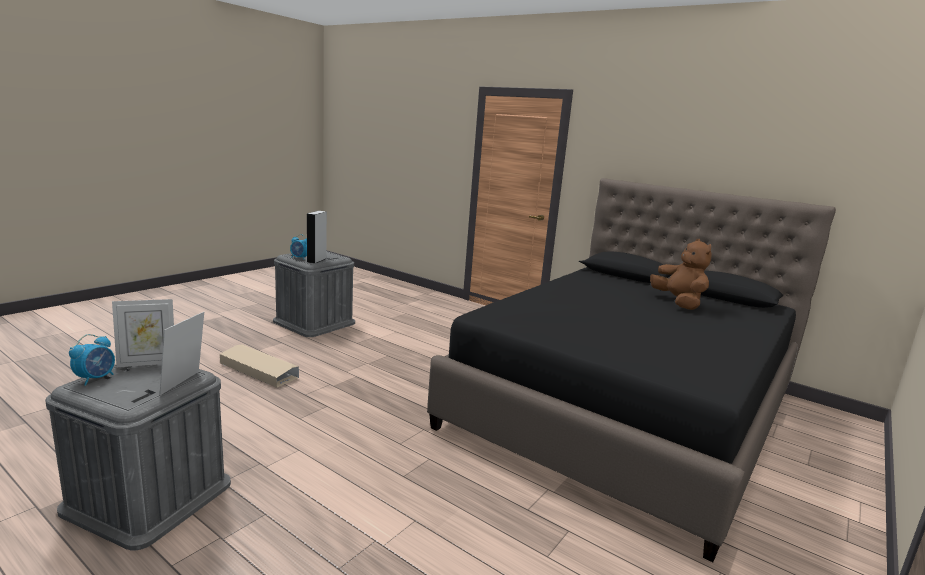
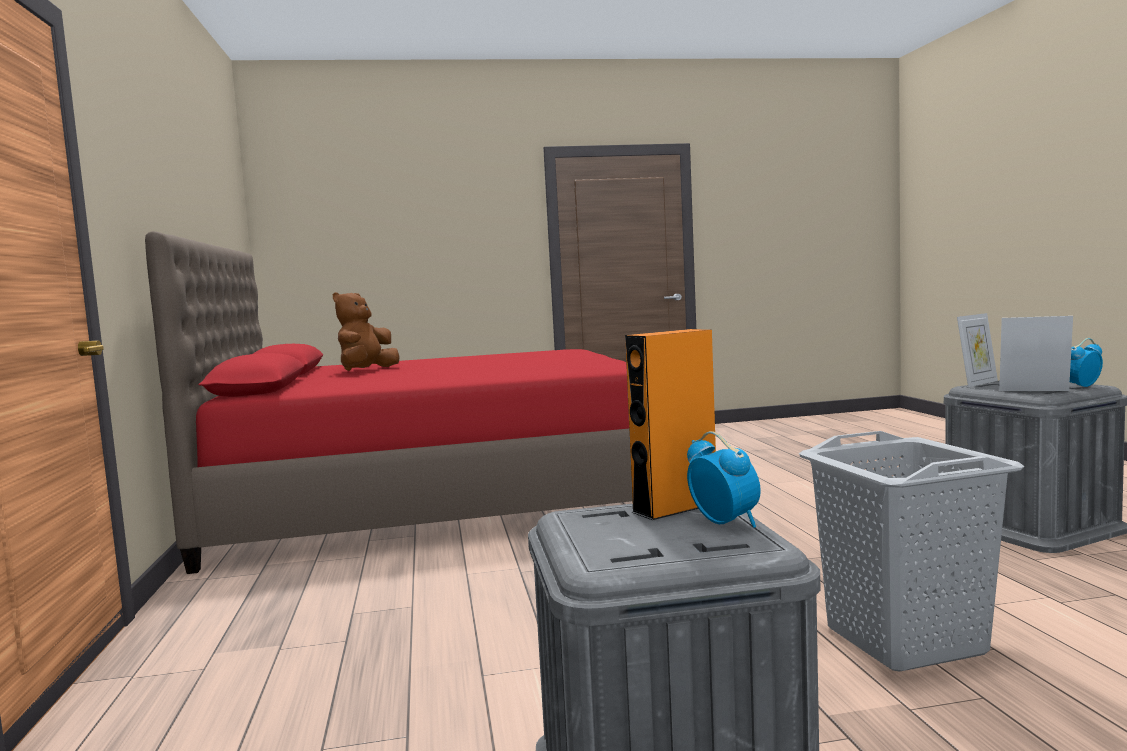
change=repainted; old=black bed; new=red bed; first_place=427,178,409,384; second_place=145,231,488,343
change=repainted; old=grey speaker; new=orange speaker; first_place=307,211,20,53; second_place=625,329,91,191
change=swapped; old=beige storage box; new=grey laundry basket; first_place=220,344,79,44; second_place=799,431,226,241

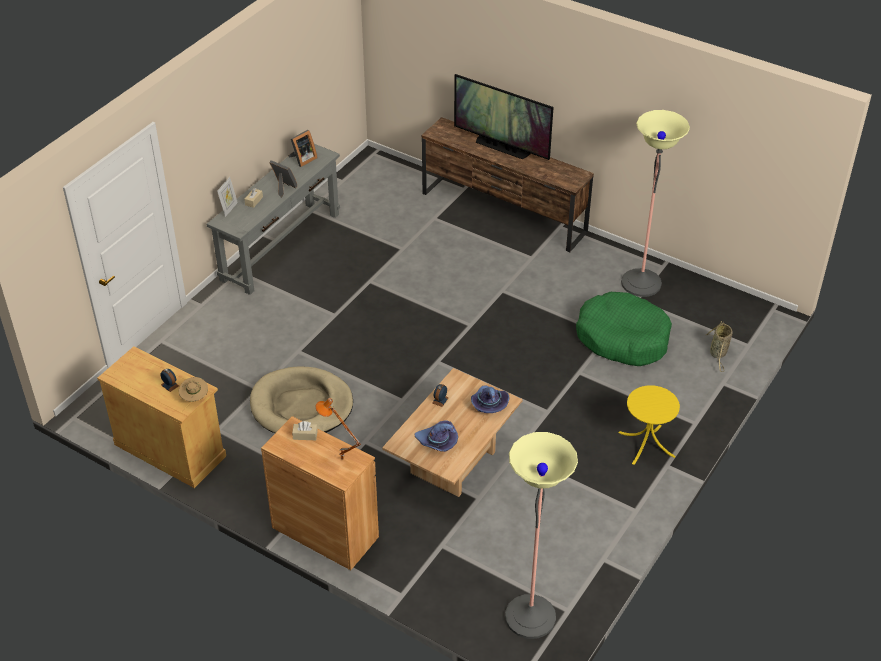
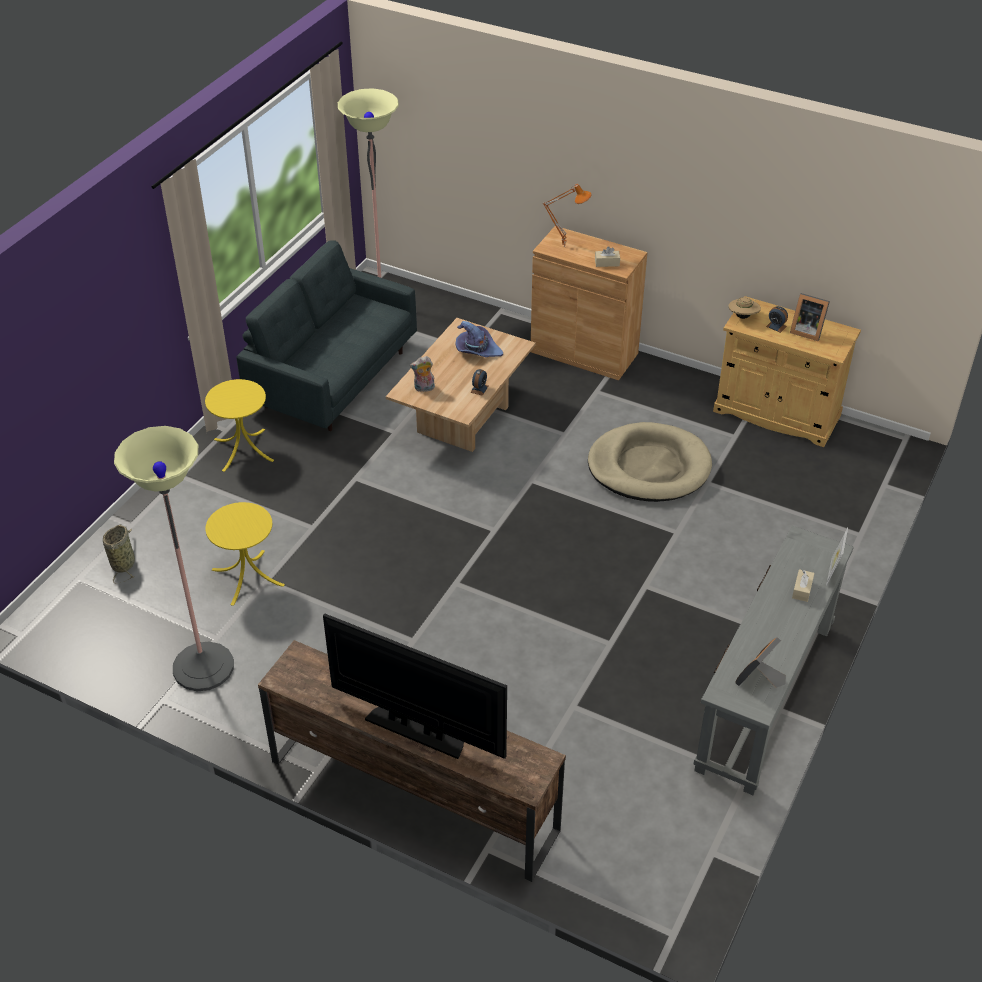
change=swapped; old=green dog bed; new=yellow side table; first_place=576,292,96,74; second_place=205,502,80,104
change=new; new=grey sofa; second_place=236,240,181,191
change=swapped; old=purple hat; new=plush toy; first_place=471,385,39,28; second_place=410,356,25,36
change=shifted; old=picture frame; first_place=269,160,28,38; second_place=790,293,40,48

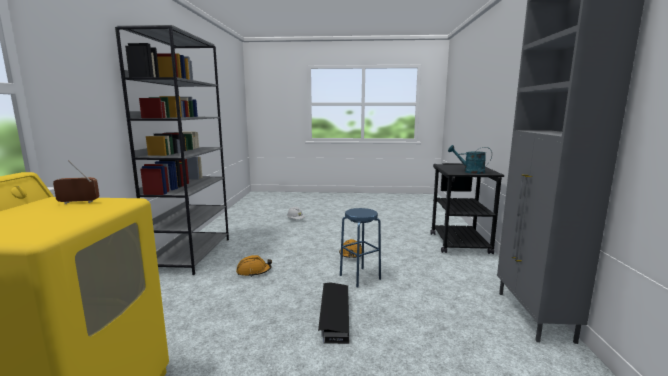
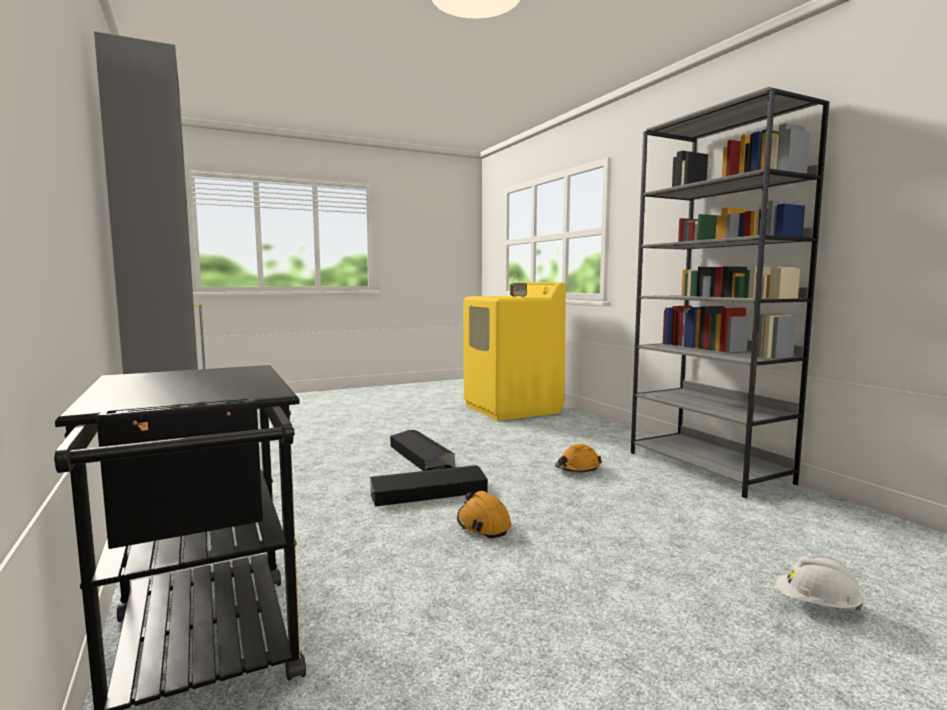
change=swapped; old=blue stool; new=black storage box; first_place=340,208,41,79; second_place=370,465,118,42
change=gone; old=turquoise watering can; first_place=448,145,44,29

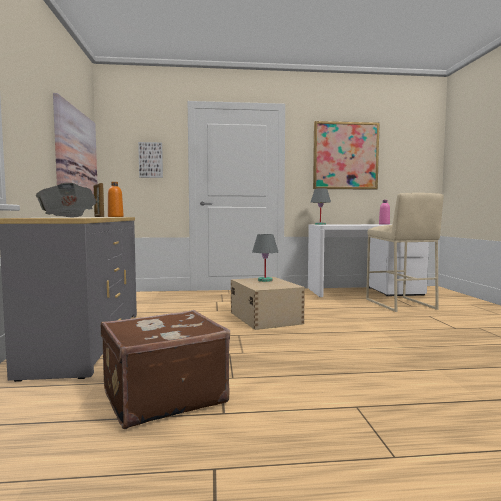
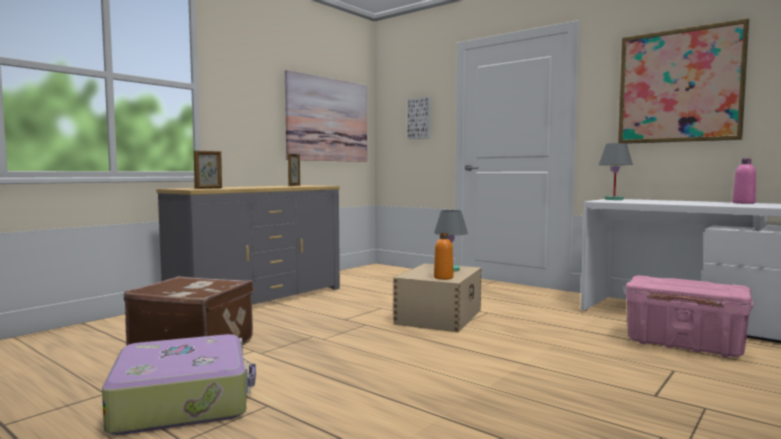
change=new; new=suitcase; second_place=102,334,154,101
change=swapped; old=newspaper; new=picture frame; first_place=36,183,61,34; second_place=194,151,28,38
change=shifted; old=orange bottle; first_place=108,182,16,35; second_place=434,233,19,47
change=swapped; old=beige stool; new=pink storage box; first_place=366,193,77,119; second_place=625,276,128,82

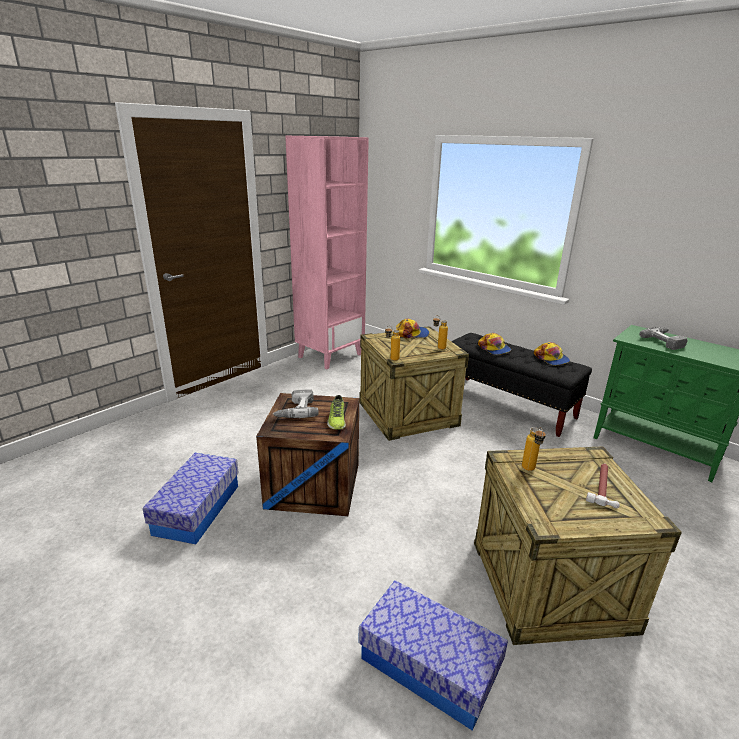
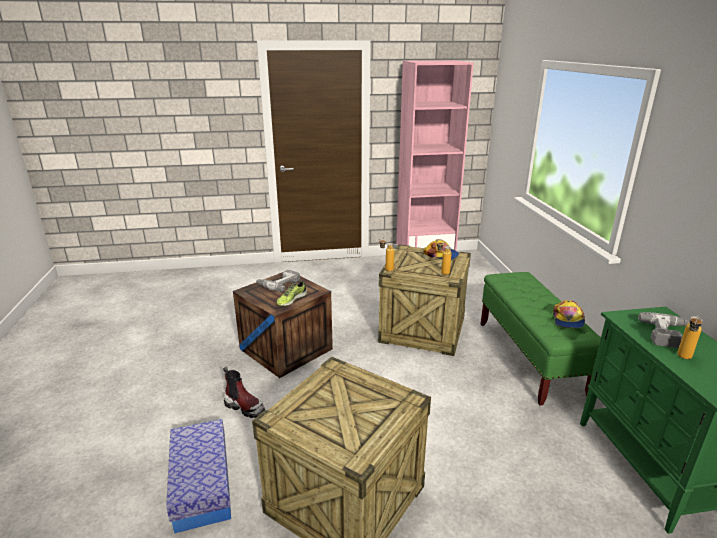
change=new; new=boot; second_place=223,366,42,52
change=repainted; old=black bench; new=green bench; first_place=451,333,141,104; second_place=481,272,120,133
change=shifted; old=bottle; first_place=522,427,24,44; second_place=677,316,26,43
change=gone; old=storage box; first_place=142,453,97,91
change=gone; old=cap; first_place=478,333,33,22
change=gone; old=hammer; first_place=586,464,34,44

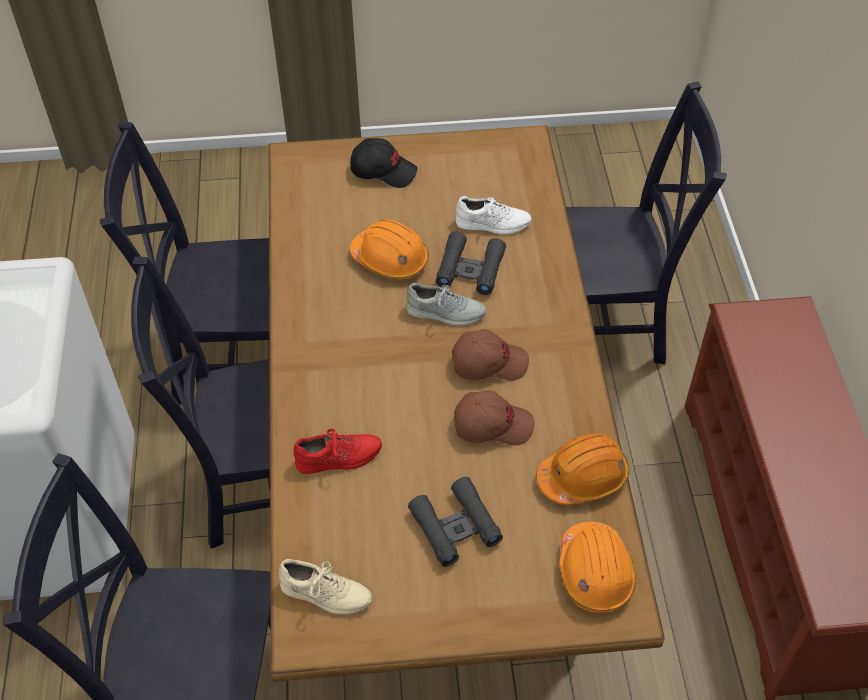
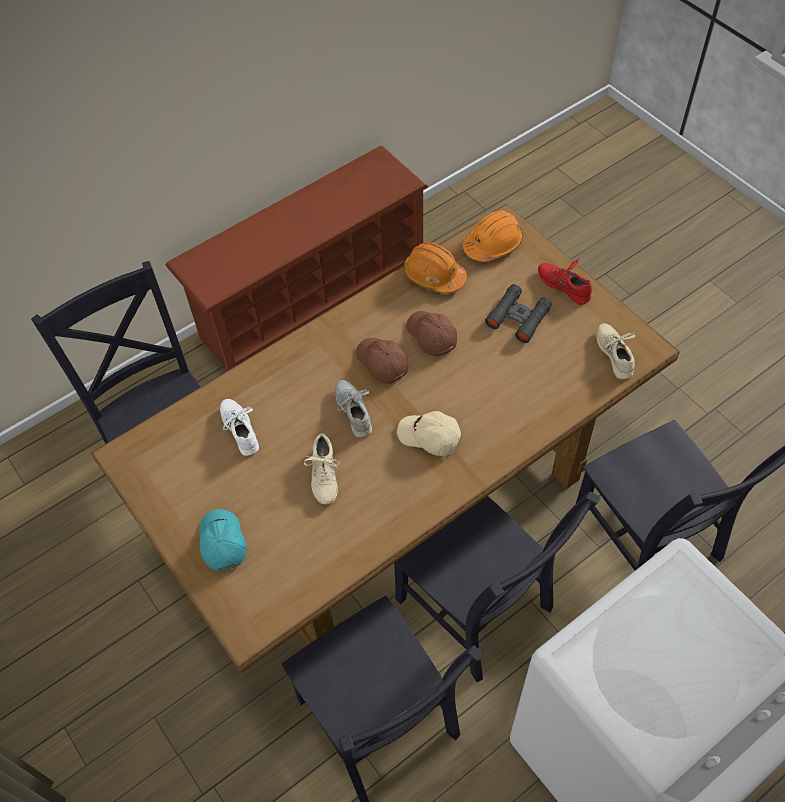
change=repainted; old=black cap; new=turquoise cap; first_place=350,138,68,50; second_place=199,509,48,62
change=swapped; old=orange hard hat; new=beige shoe; first_place=350,220,79,59; second_place=304,434,36,70
change=new; new=beige cap; second_place=397,411,64,45
change=shifted; old=red shoe; first_place=293,429,89,45; second_place=538,258,54,47
change=gone; old=black binoculars; first_place=436,231,70,64

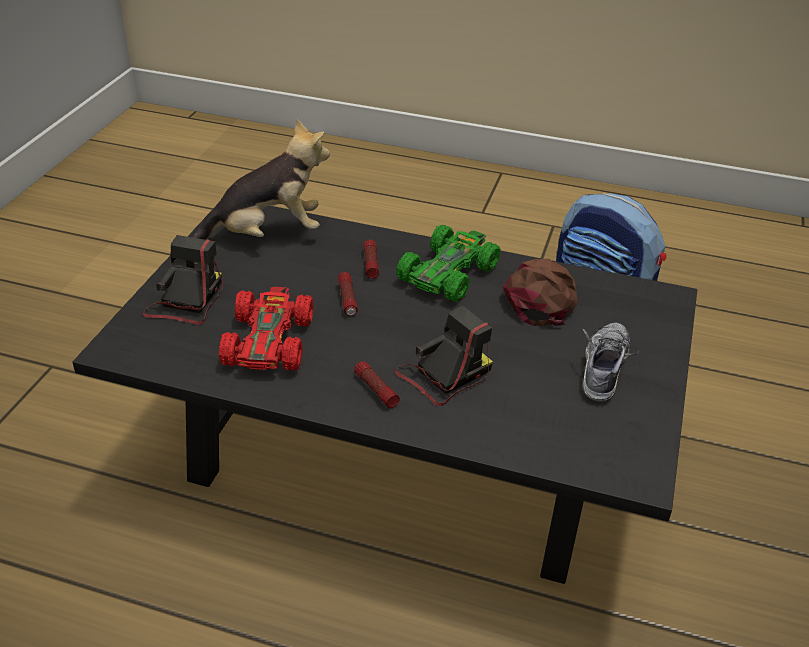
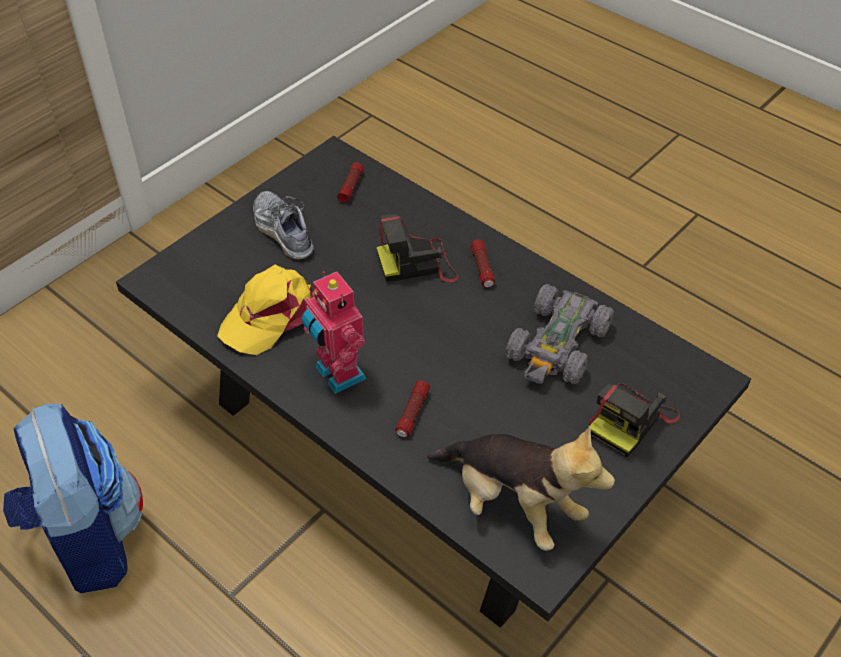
change=repainted; old=brown cap; new=yellow cap; first_place=503,259,75,67; second_place=217,264,96,91
change=rotated; old=shoe; first_place=582,323,57,78; second_place=253,191,60,69; degrees=105
change=swapped; old=green toy car; new=toy robot; first_place=396,225,105,77; second_place=302,271,64,123
change=shifted; old=flashlight; first_place=338,272,20,44; second_place=337,162,27,41
change=rotated; old=plush toy; first_place=193,119,137,121; second_place=427,425,188,126; degrees=-150
change=repainted; old=red toy car; new=grey toy car; first_place=219,287,94,84; second_place=505,284,109,100

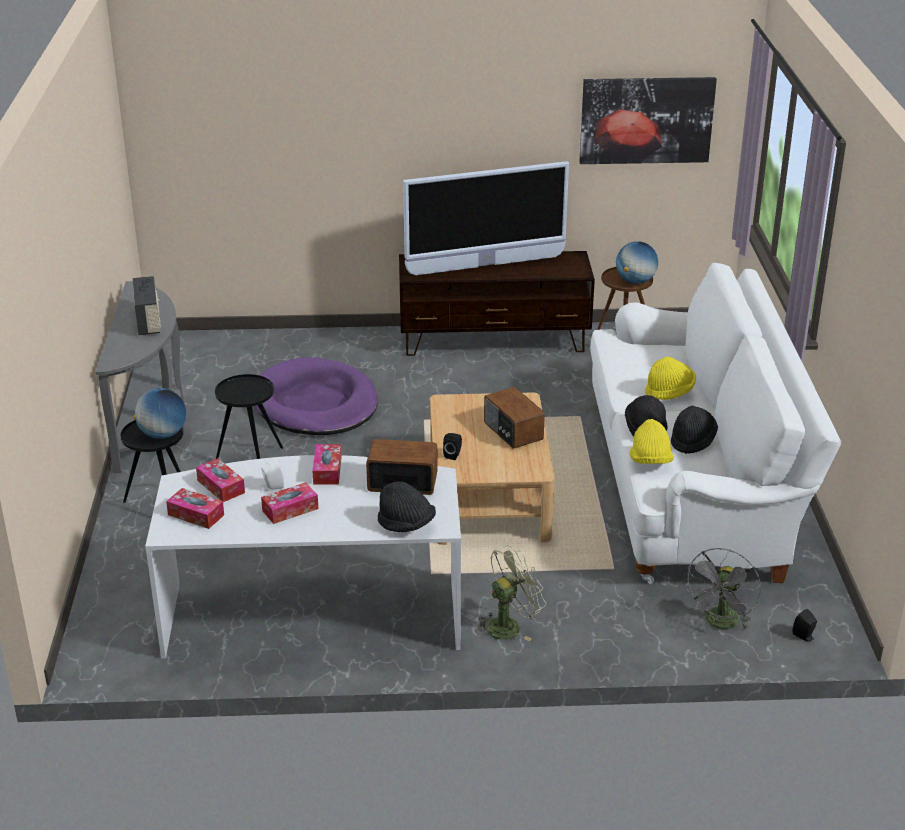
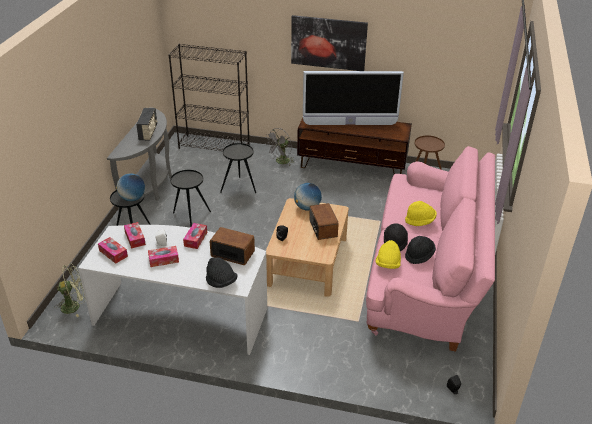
change=shifted; old=green fan; first_place=475,545,71,96; second_place=55,264,30,53
change=new; new=black bookcase; second_place=168,44,82,107
change=swapped; old=purple dog bed; new=black side table; first_place=254,357,124,78; second_place=220,143,36,50
change=shifted; old=grey fan; first_place=684,548,77,82; second_place=265,128,29,38
change=shifted; old=picture; first_place=579,77,138,87; second_place=291,15,77,56
change=shifted; old=globe; first_place=616,241,42,43; second_place=294,183,28,28
change=repainted; old=white sofa; new=pink sofa; first_place=590,263,252,321; second_place=366,146,129,205

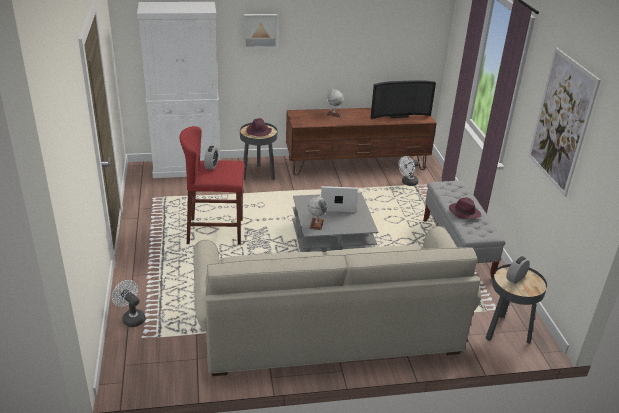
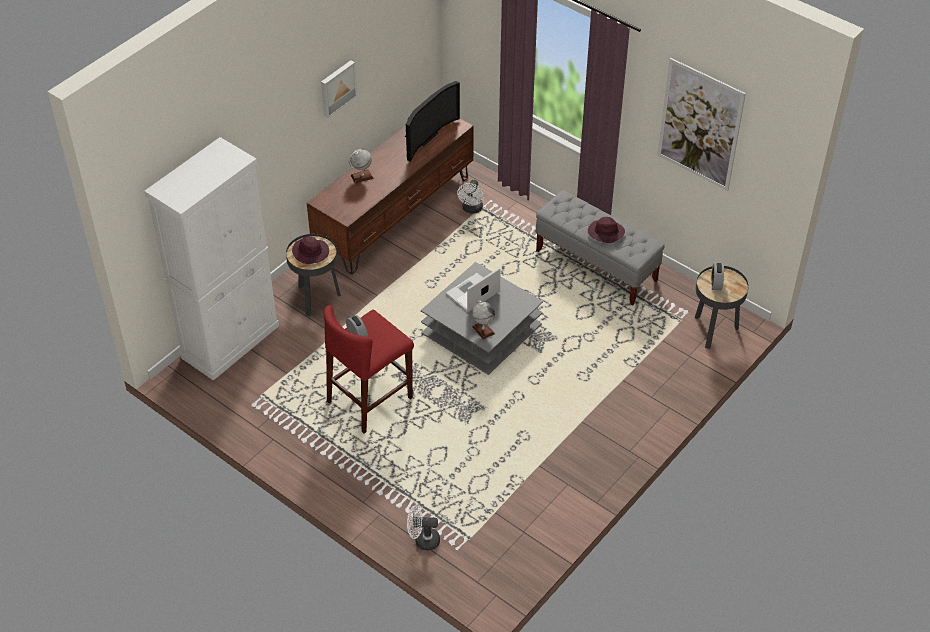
change=shifted; old=picture; first_place=244,14,34,34; second_place=321,60,36,58
change=gone; old=beige sofa; first_place=194,226,287,150

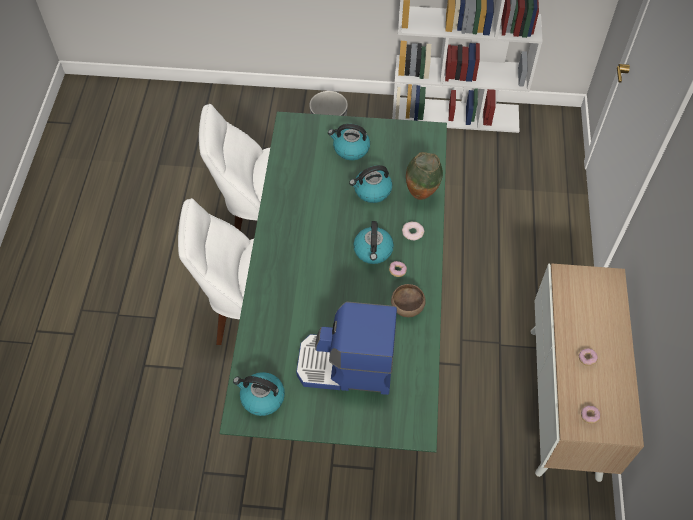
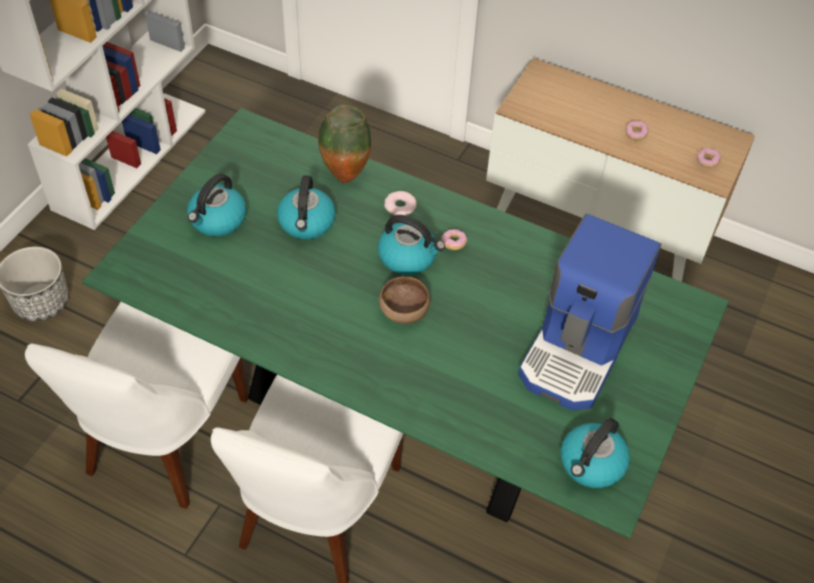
change=shifted; old=brown bowl; first_place=391,284,35,33; second_place=379,276,51,48

